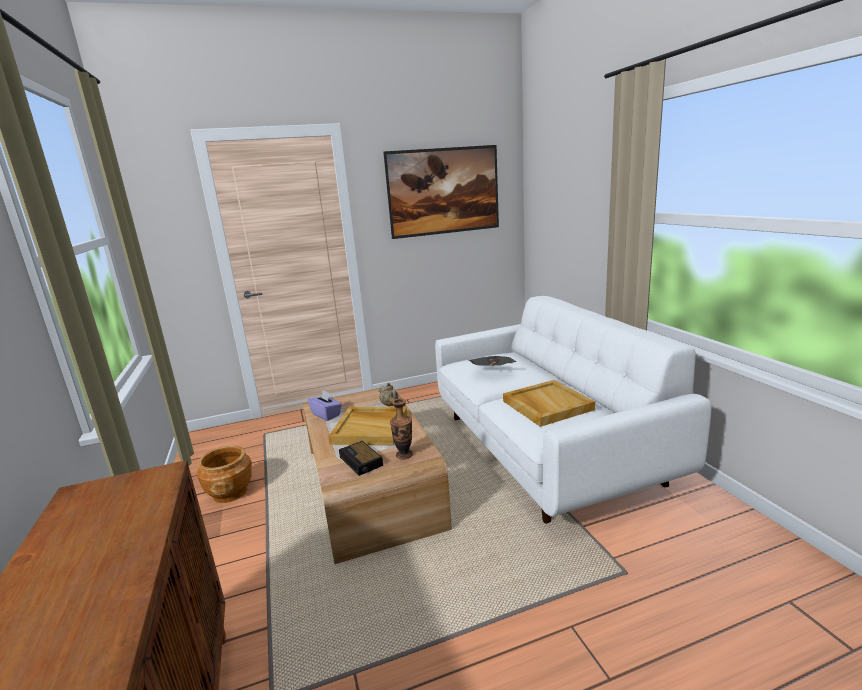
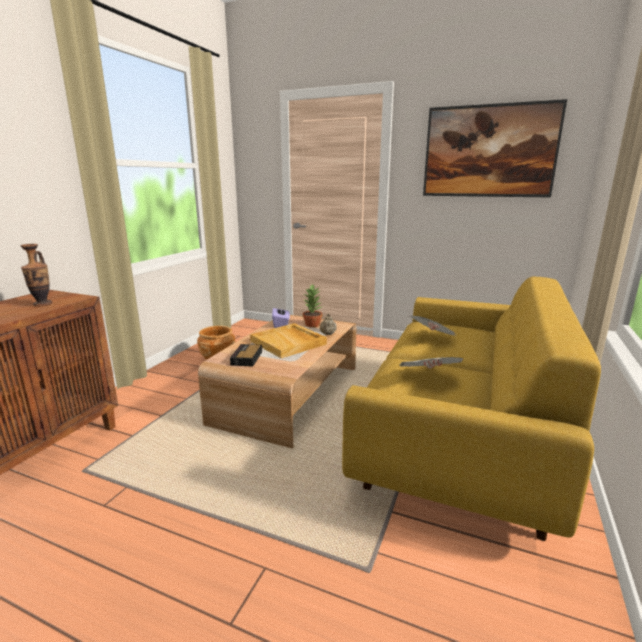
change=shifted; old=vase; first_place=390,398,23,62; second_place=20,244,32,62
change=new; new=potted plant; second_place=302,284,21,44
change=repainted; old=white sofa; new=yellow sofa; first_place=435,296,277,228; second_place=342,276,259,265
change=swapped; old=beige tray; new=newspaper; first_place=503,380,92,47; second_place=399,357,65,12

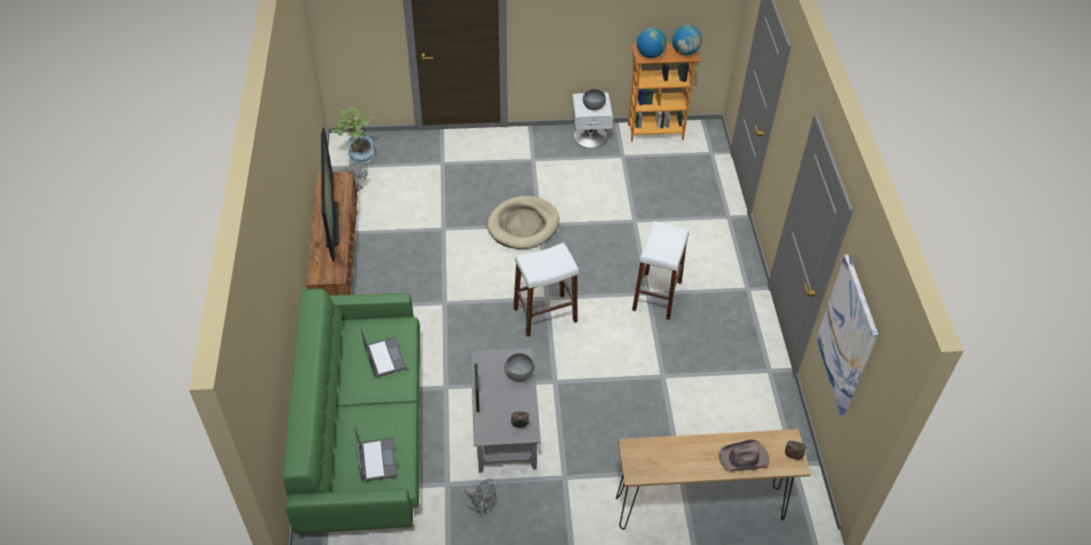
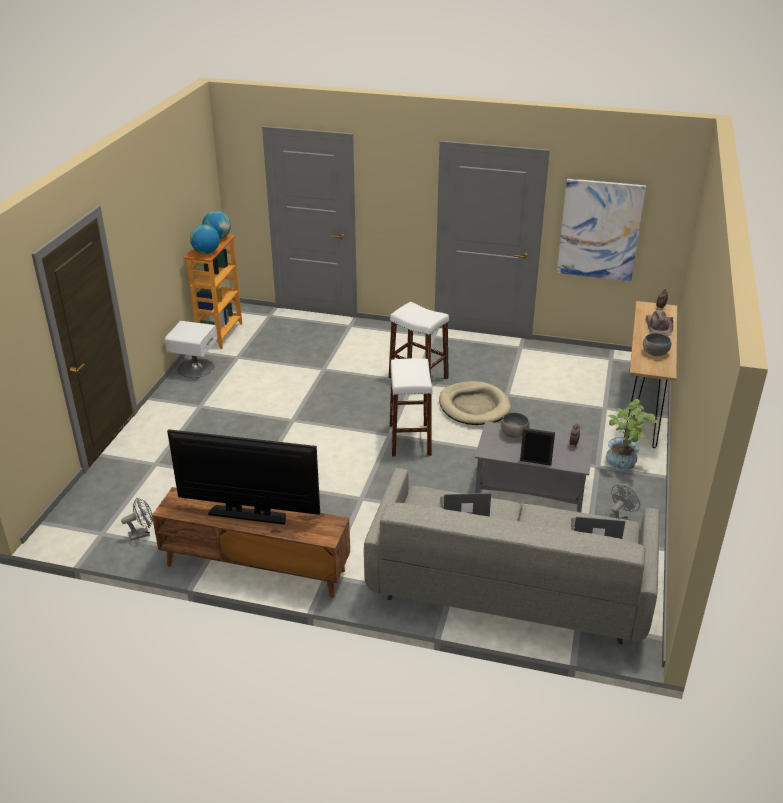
change=repainted; old=green sofa; new=grey sofa; first_place=283,289,137,245; second_place=364,468,296,176
change=shifted; old=beige dog bed; first_place=487,196,72,53; second_place=439,381,72,44
change=shifted; old=potted plant; first_place=332,107,42,57; second_place=606,399,53,72
change=shifted; old=grey bowl; first_place=583,89,23,21; second_place=643,333,28,23

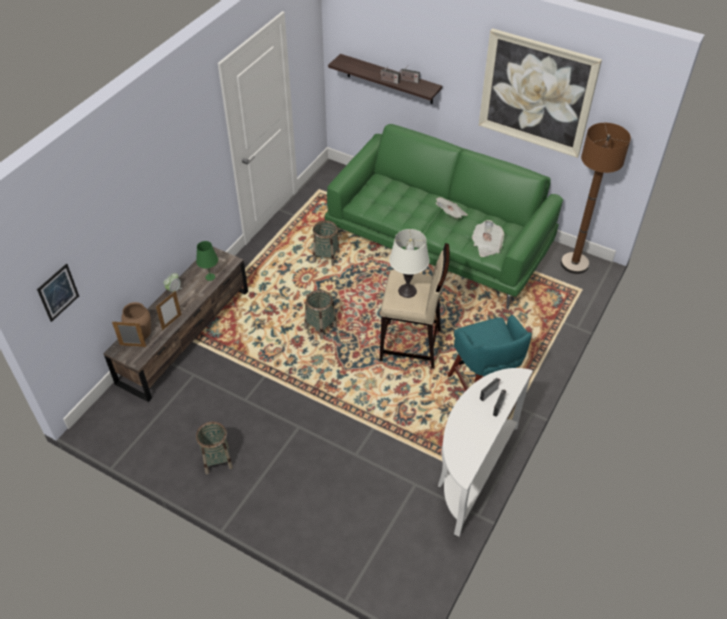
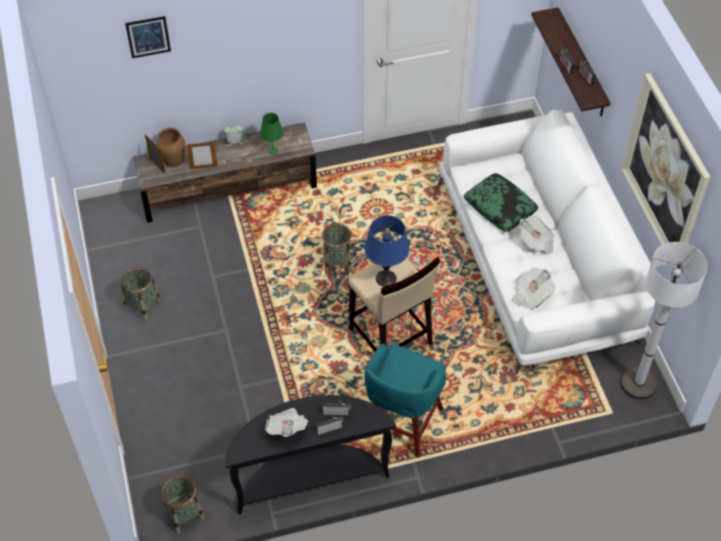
change=shifted; old=picture; first_place=37,263,42,59; second_place=125,16,46,42
change=shifted; old=basket; first_place=313,220,27,46; second_place=161,475,43,59
change=repainted; old=white console table; new=black console table; first_place=438,368,95,168; second_place=225,395,171,119
change=new; new=newspaper; second_place=265,408,44,29
change=repainted; old=white table lamp; new=blue table lamp; first_place=389,229,41,69; second_place=364,215,46,72
change=repainted; old=green sofa; new=white sofa; first_place=325,124,238,185; second_place=437,110,218,264
change=new; new=pillow; second_place=464,173,74,59
change=repainted; old=brown floor lamp; new=white floor lamp; first_place=561,123,70,151; second_place=621,242,86,158

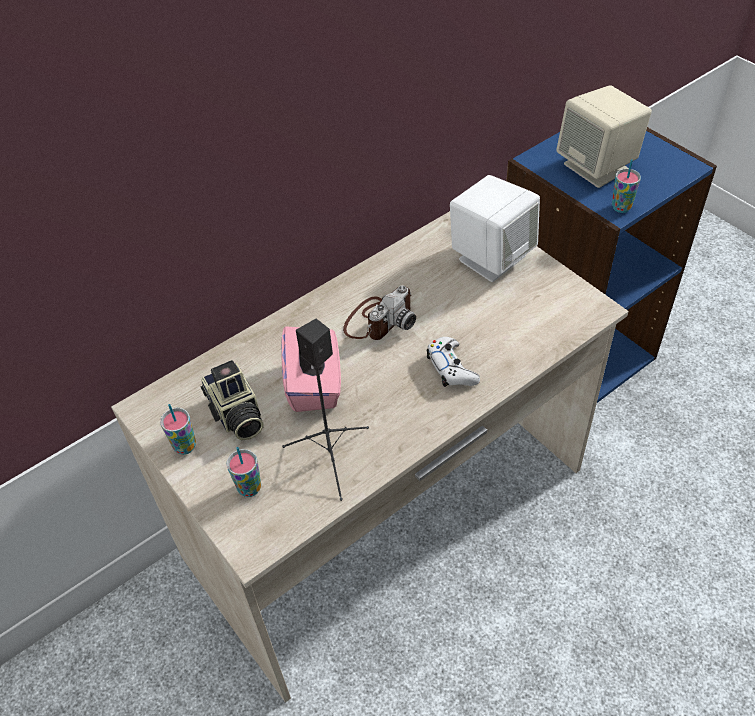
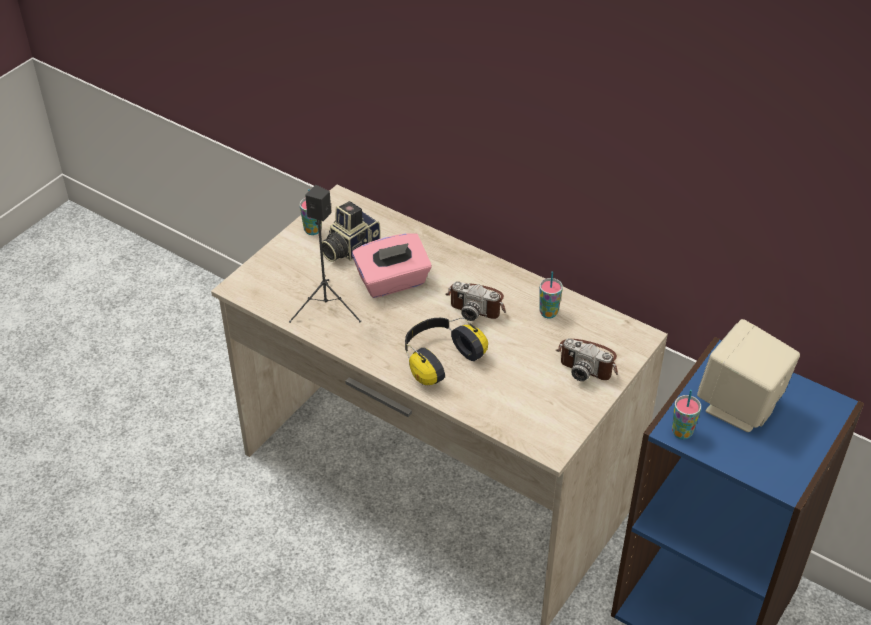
change=swapped; old=white game controller; new=headphones; first_place=427,337,53,50; second_place=405,318,83,67
change=shifted; old=cup; first_place=227,447,34,50; second_place=539,271,24,47
change=swapped; old=white speaker; new=photo camera; first_place=450,175,90,107; second_place=556,338,62,43

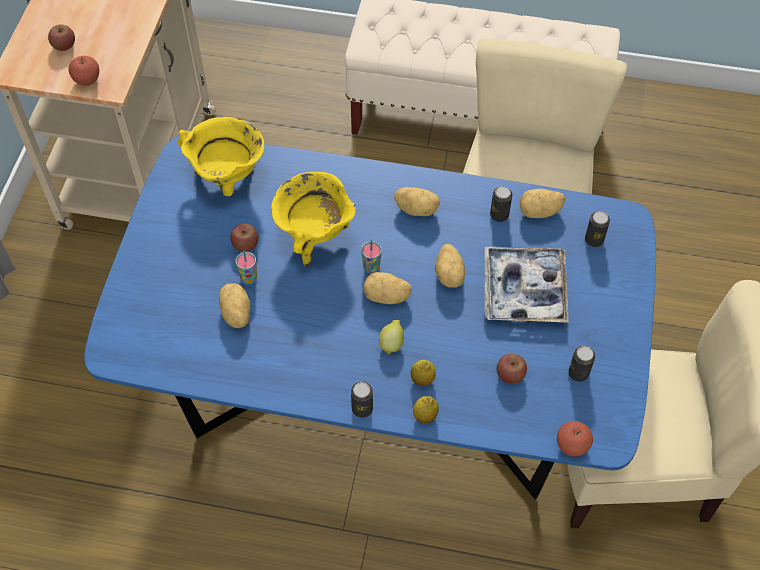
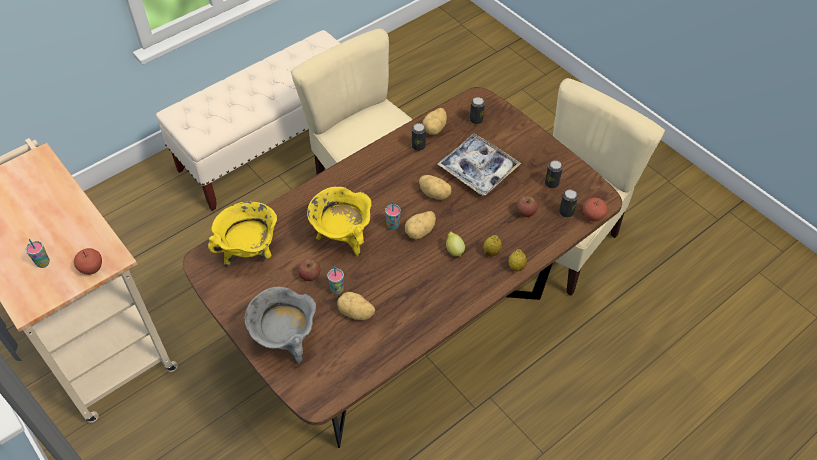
change=swapped; old=apple; new=cup; first_place=48,24,27,27; second_place=26,239,24,29
change=repainted; old=blue dining table; new=brown dining table; first_place=84,136,572,364; second_place=183,87,439,361
change=new; new=grey cooking pot; second_place=244,287,72,77
change=shifted; old=can; first_place=351,382,22,36; second_place=559,189,19,29
change=gone; old=potato; first_place=394,187,46,29

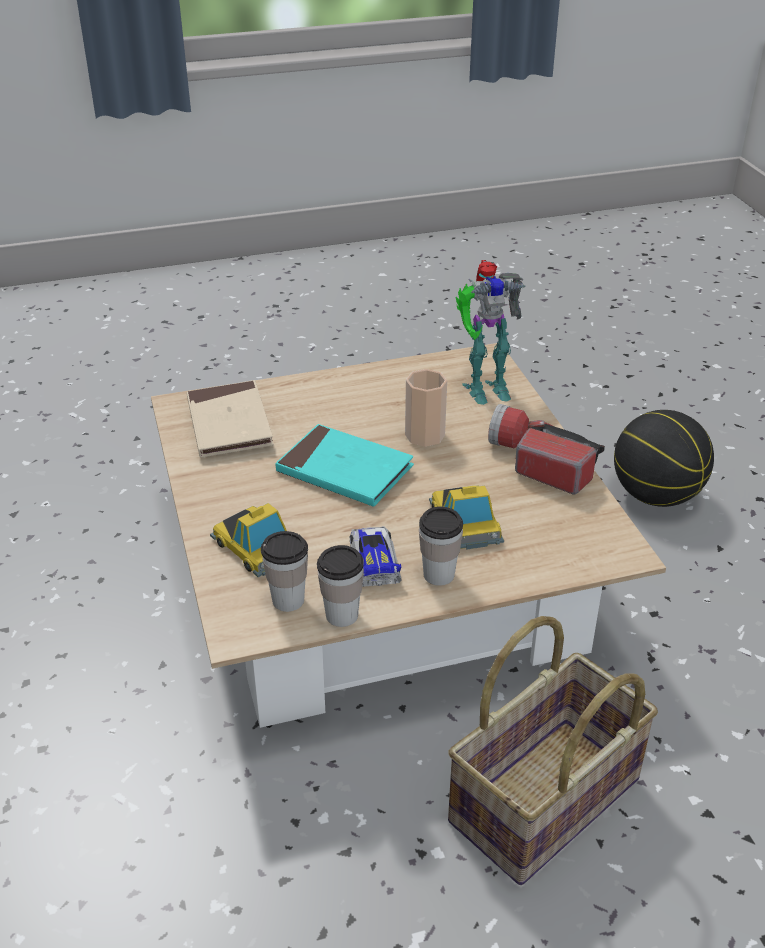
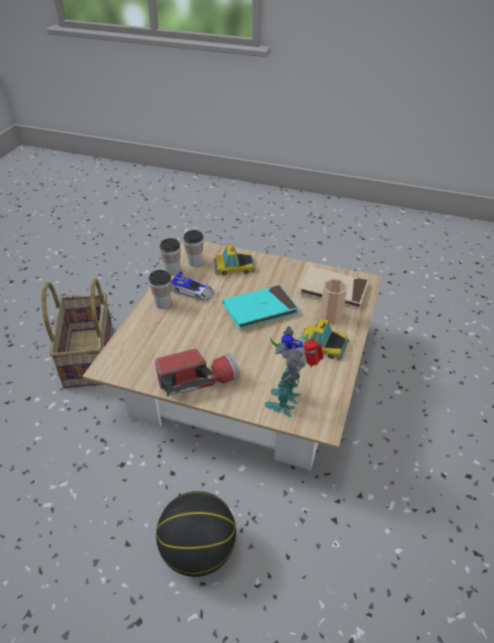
change=shifted; old=toy car; first_place=429,485,75,65; second_place=300,318,49,42
change=shifted; old=cup; first_place=405,369,42,78; second_place=320,279,28,45

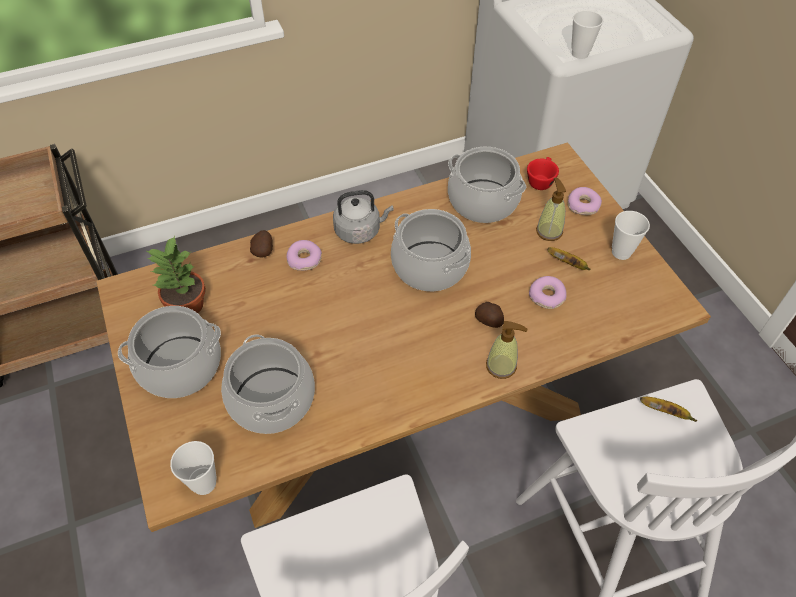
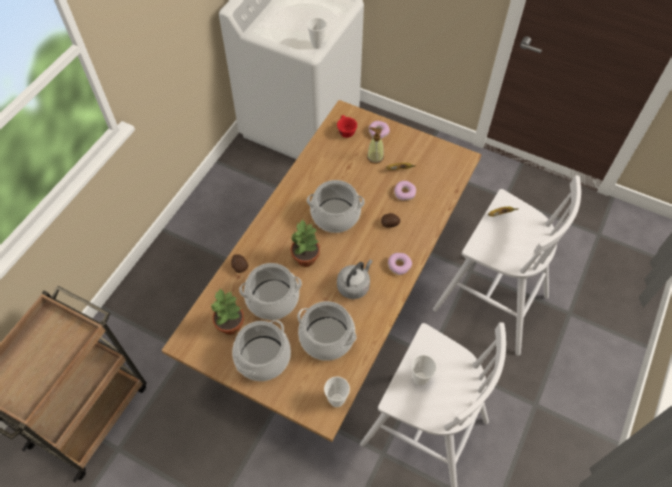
change=shifted; old=cooking pot; first_place=448,147,78,76; second_place=239,263,63,57
change=new; new=potted plant; second_place=291,218,29,49
change=shifted; old=grey kettle; first_place=333,190,61,54; second_place=337,260,36,39
change=shifted; old=donut; first_place=286,240,36,31; second_place=388,253,24,22
change=shifted; old=cup; first_place=612,211,38,49; second_place=411,355,26,31
change=gone; old=soap dispenser; first_place=486,321,41,58

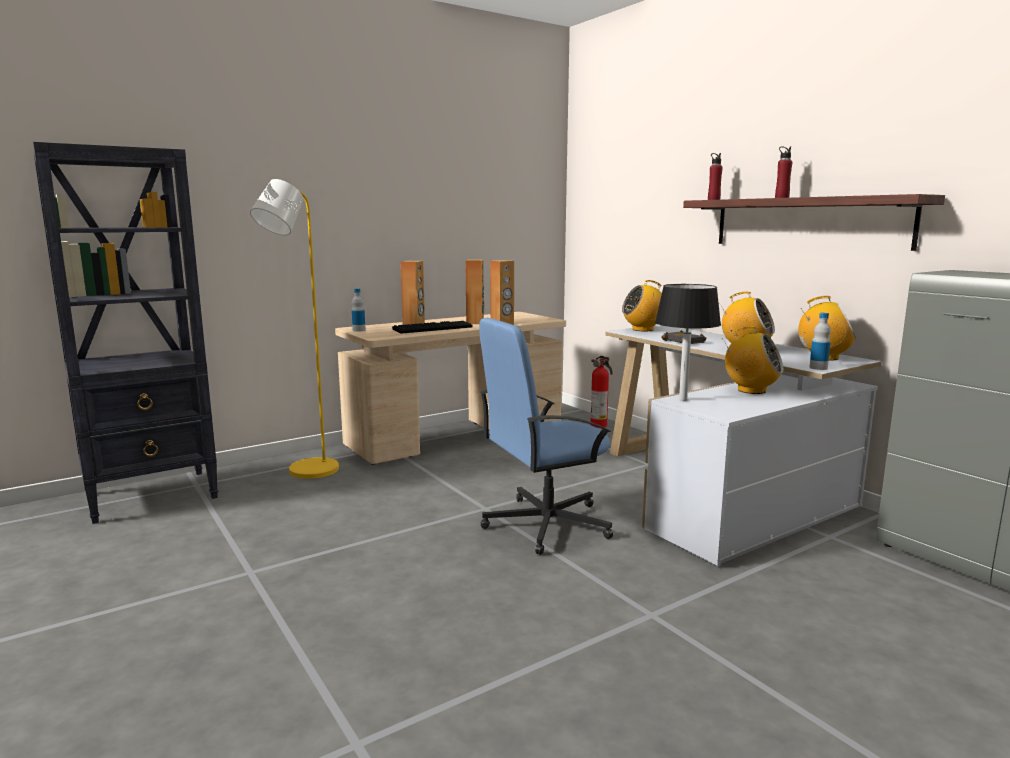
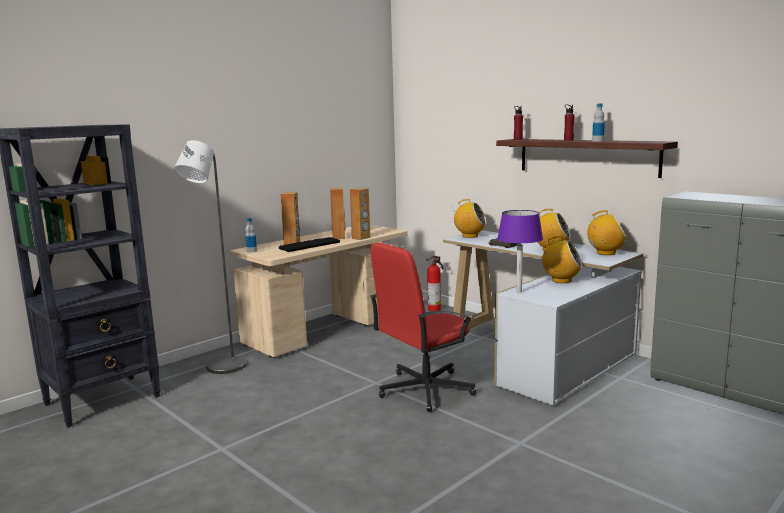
change=repainted; old=yellow floor lamp; new=grey floor lamp; first_place=250,179,89,300; second_place=174,140,72,234
change=repainted; old=blue office chair; new=red office chair; first_place=479,318,134,237; second_place=370,242,106,170
change=rotated; old=radio; first_place=622,280,40,51; second_place=452,199,34,39; degrees=-135
change=repainted; old=black table lamp; new=purple table lamp; first_place=655,284,66,117; second_place=497,210,46,83
change=shifted; old=bottle; first_place=809,313,22,57; second_place=592,103,13,38

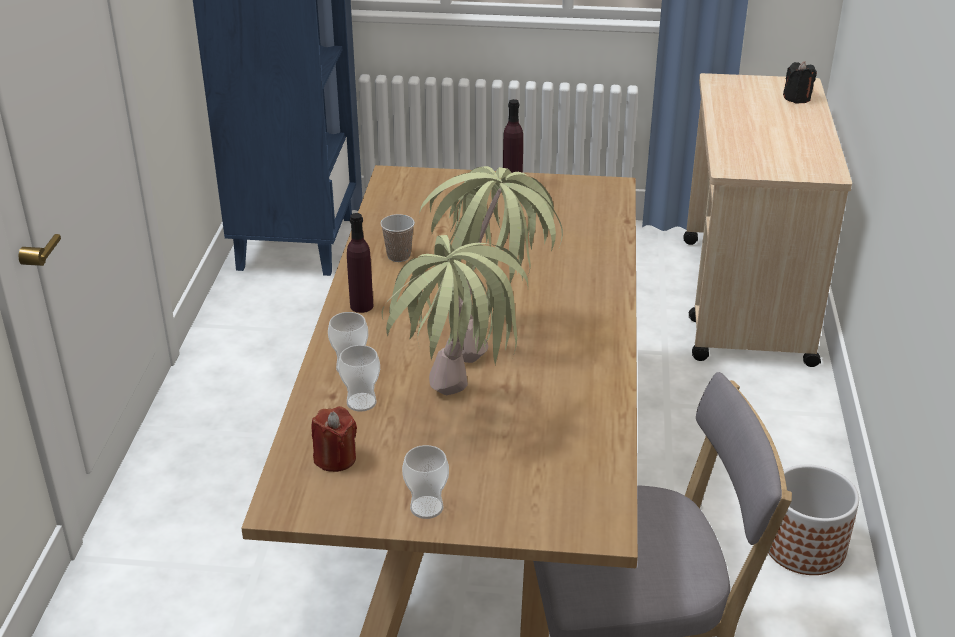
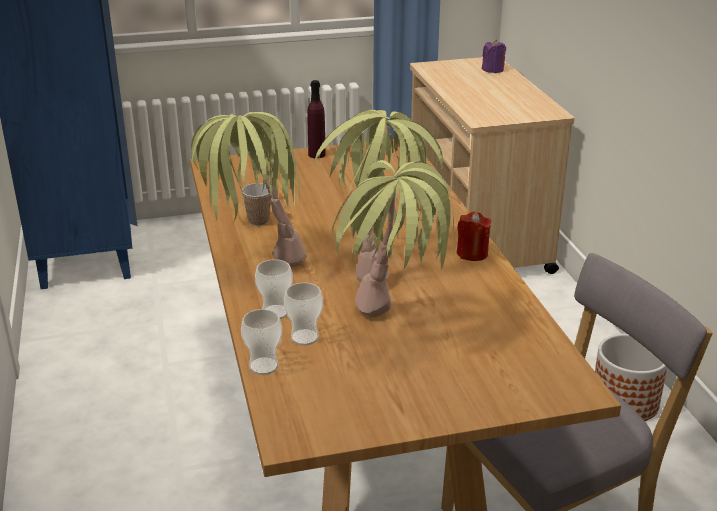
change=swapped; old=purple bottle; new=potted plant; first_place=347,213,27,100; second_place=191,112,116,156
change=shifted; old=cup; first_place=402,445,47,74; second_place=241,309,41,66
change=shifted; old=red candle; first_place=312,406,45,66; second_place=457,211,35,50
change=repainted; old=black candle; new=purple candle; first_place=783,61,34,42; second_place=482,40,24,33

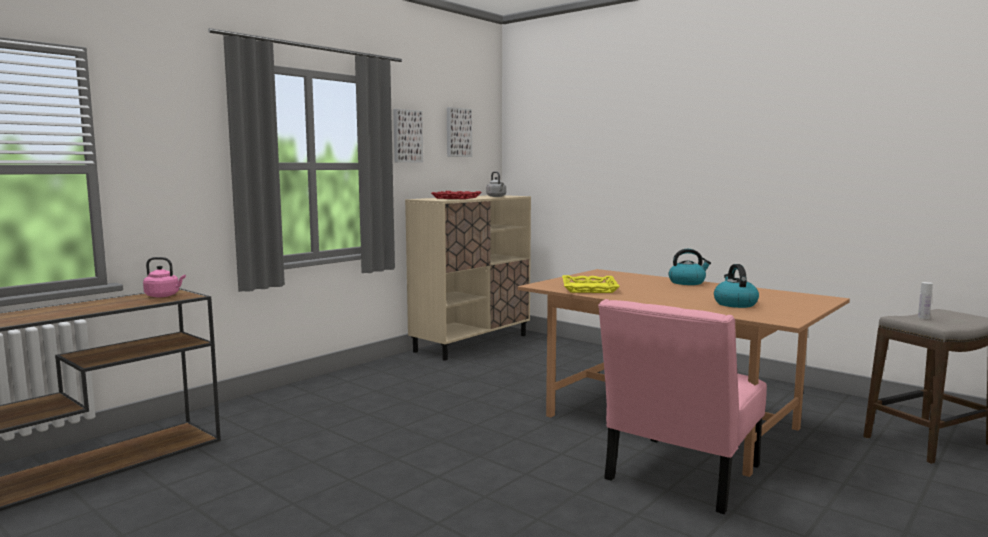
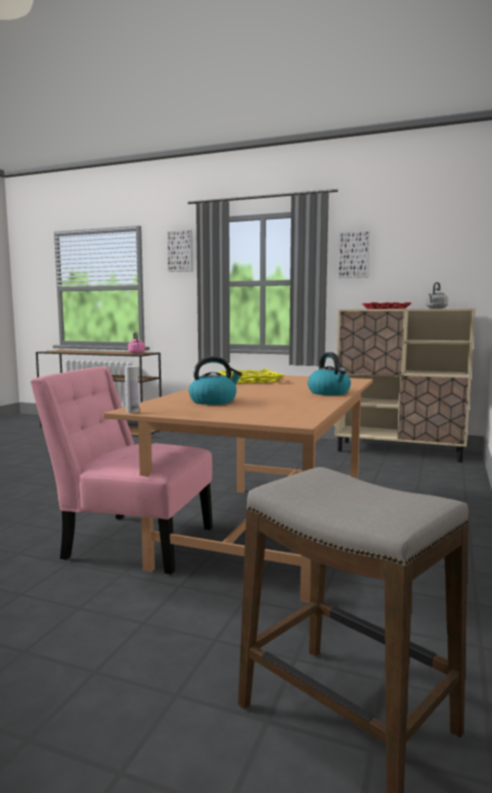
change=shifted; old=white bottle; first_place=918,282,15,37; second_place=125,366,14,47
change=shifted; old=picture; first_place=447,107,25,50; second_place=167,230,26,42

